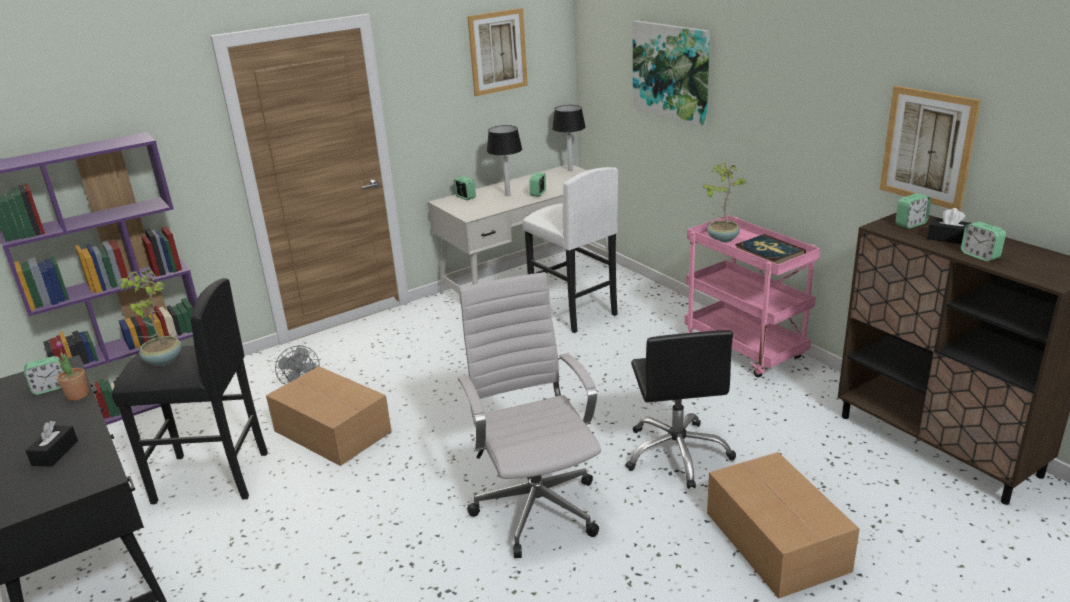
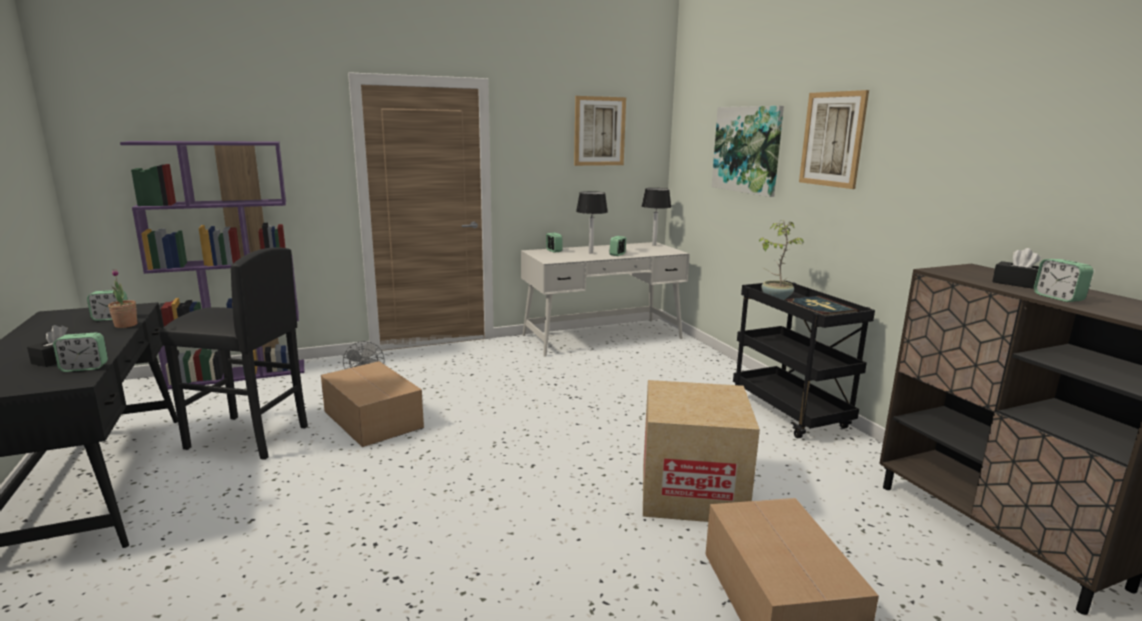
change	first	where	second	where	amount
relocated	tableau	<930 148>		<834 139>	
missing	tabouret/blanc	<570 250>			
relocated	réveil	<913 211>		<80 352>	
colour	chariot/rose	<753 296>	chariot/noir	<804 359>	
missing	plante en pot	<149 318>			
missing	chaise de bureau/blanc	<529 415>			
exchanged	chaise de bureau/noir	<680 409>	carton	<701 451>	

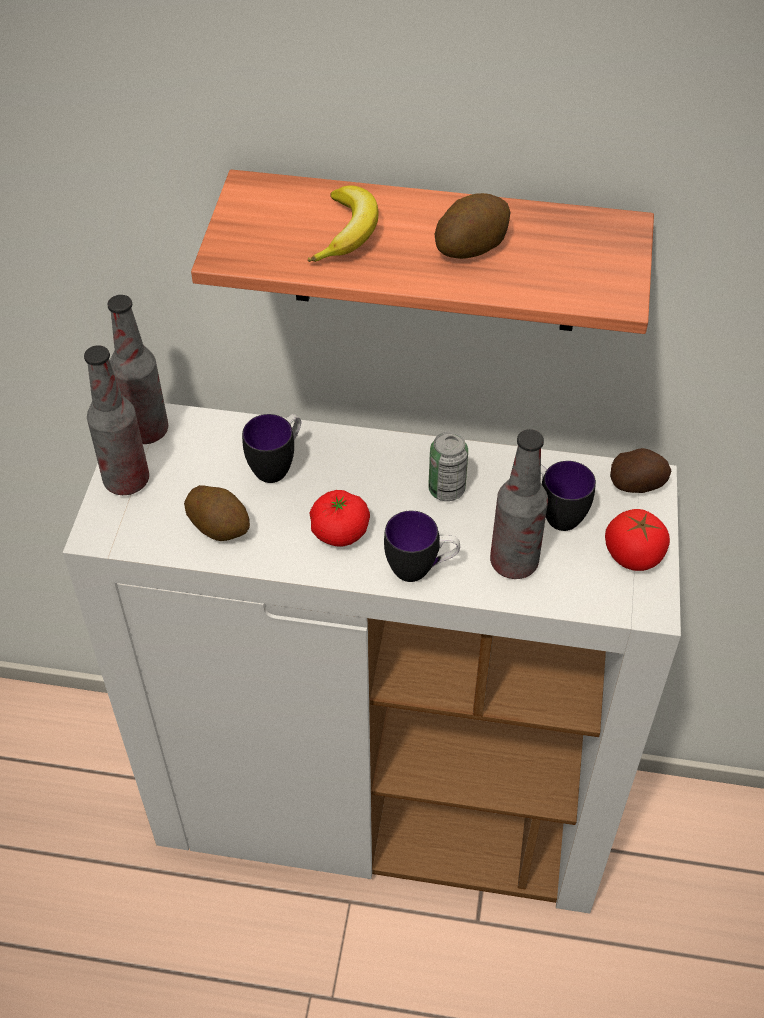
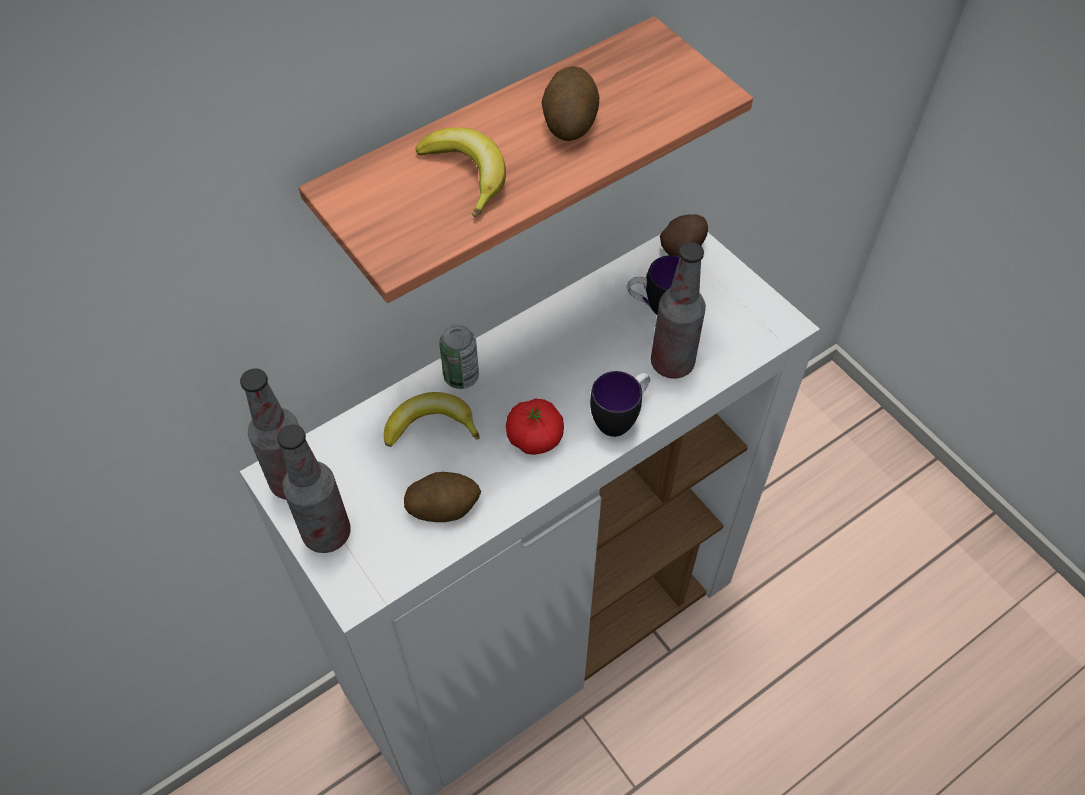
change	first	where	second	where	amount
exchanged	mug	<271 448>	banane	<432 419>	
relocated	boîte métallique	<448 466>		<459 357>	
missing	tomate	<637 540>			

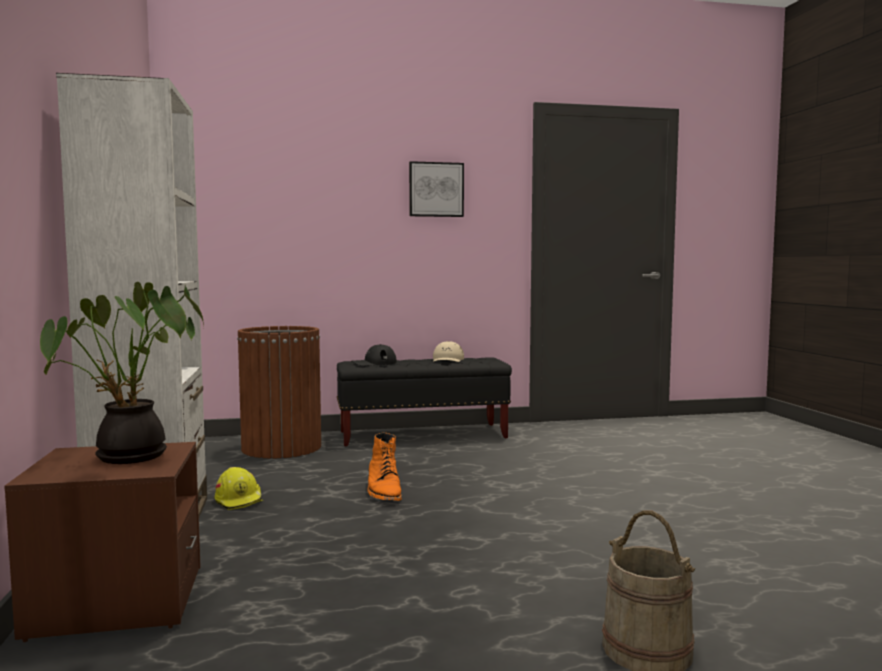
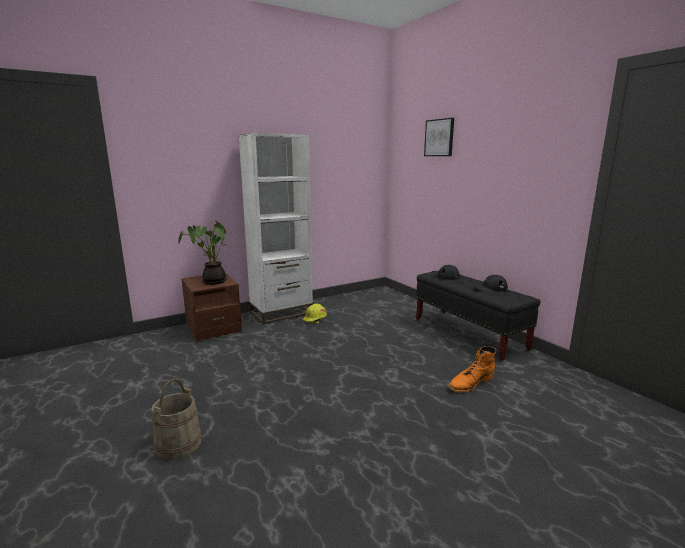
change	first	where	second	where	amount
relocated	tableau	<436 189>		<439 137>	
missing	poubelle/marron	<279 392>			
colour	casquette/beige	<448 351>	casquette/noir	<491 283>	
relocated	botte/orange	<384 467>		<472 369>	

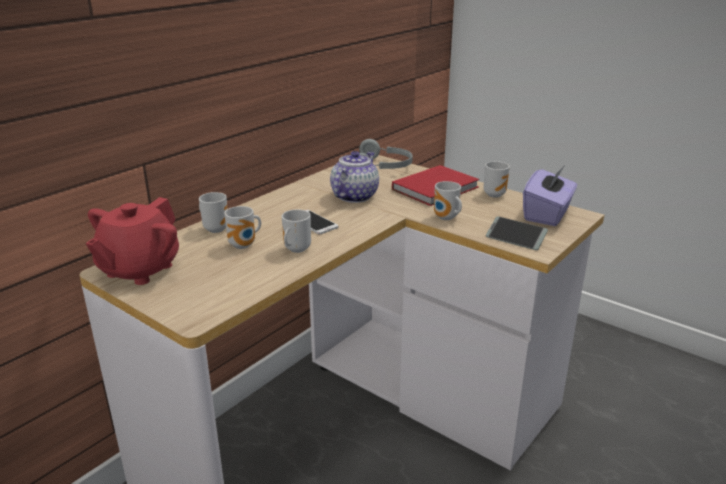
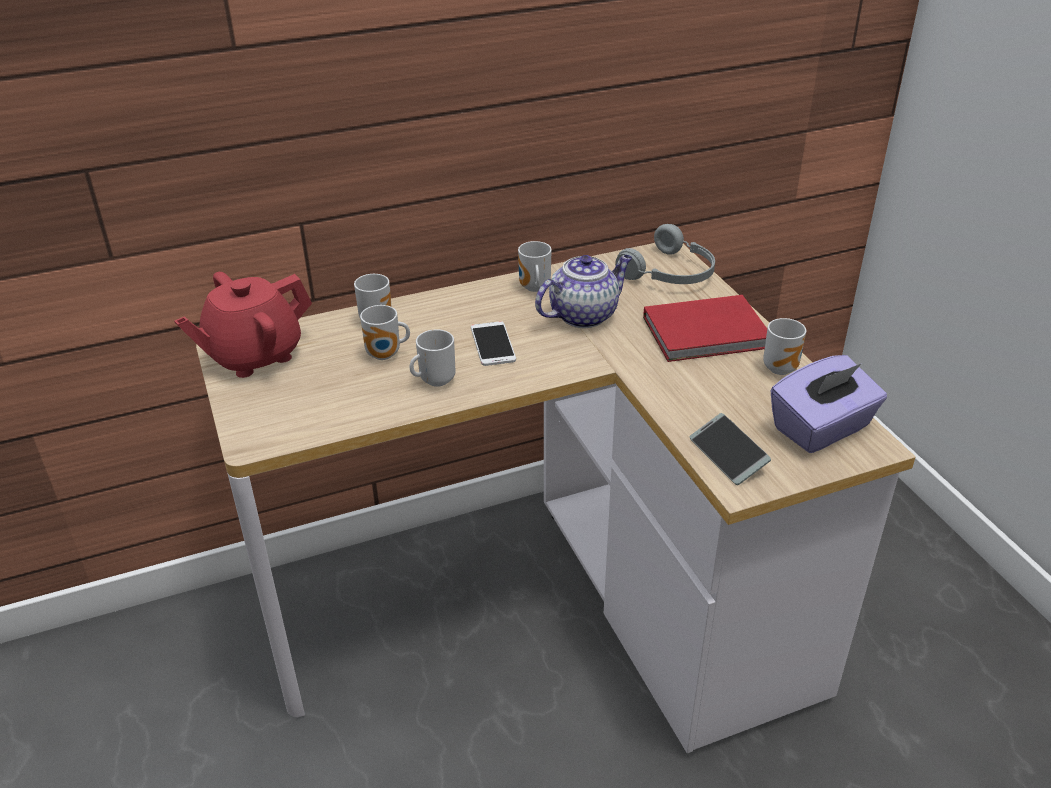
change	first	where	second	where	amount
relocated	mug	<448 200>		<535 266>	

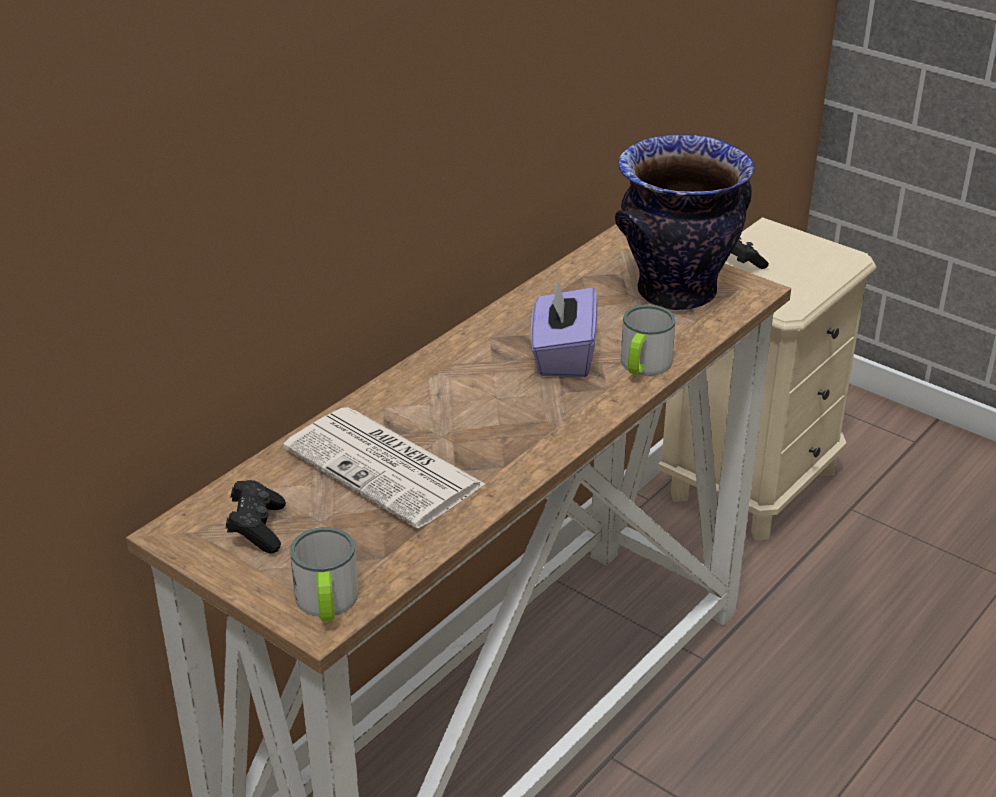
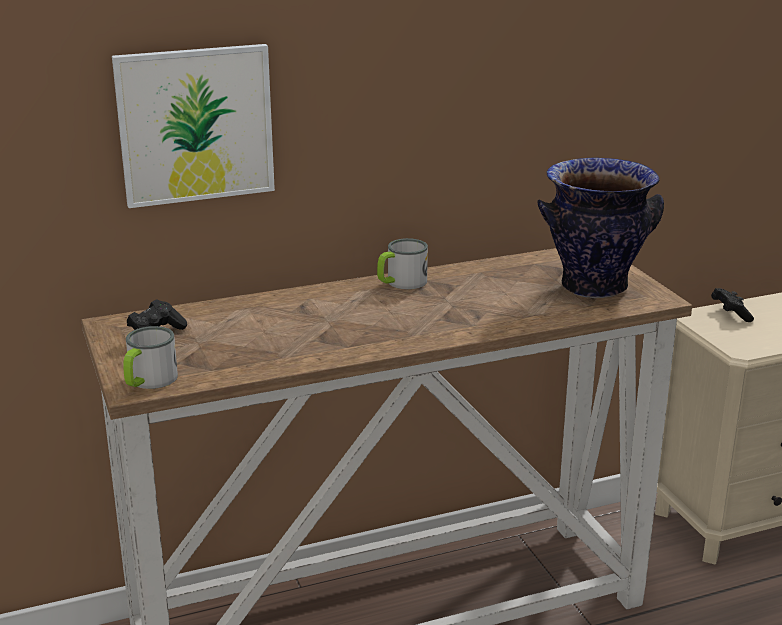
change	first	where	second	where	amount
missing	boîte à mouchoirs/violet	<564 328>			
relocated	mug	<648 340>		<402 263>	
missing	journal	<384 467>			
appeared			tableau	<193 126>	

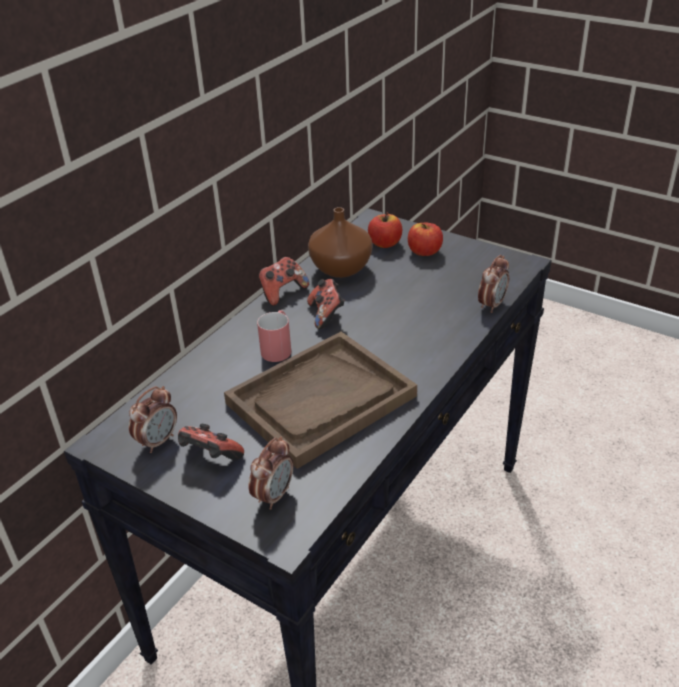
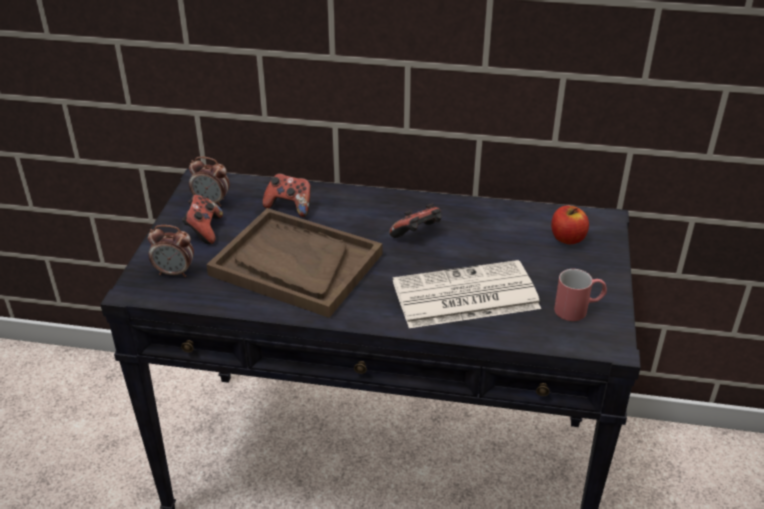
change	first	where	second	where	amount
missing	vase/marron	<340 242>			
missing	pomme	<425 239>			
missing	réveil	<493 284>			
relocated	manette	<284 281>		<286 195>	
relocated	mug/rouge	<274 336>		<580 295>	
appeared			journal	<467 294>	

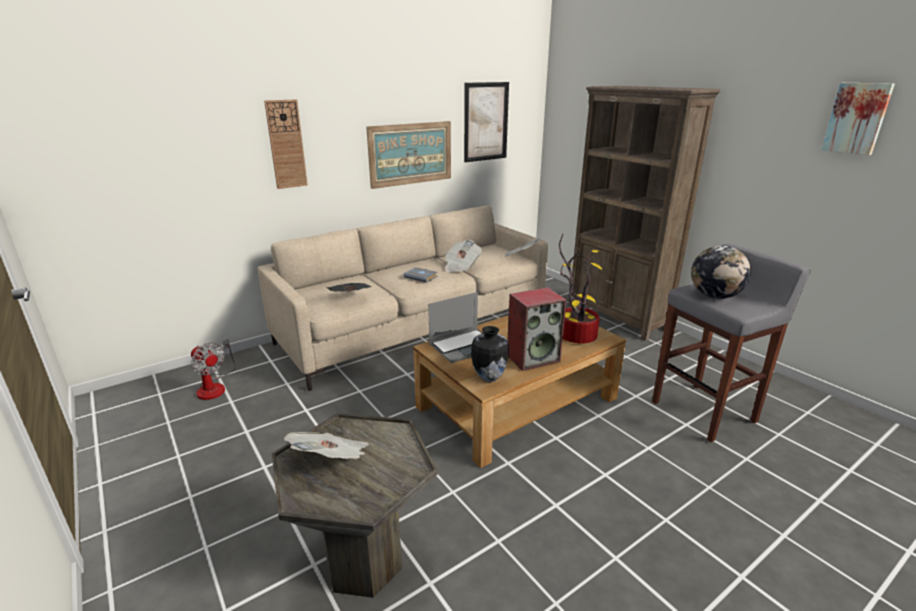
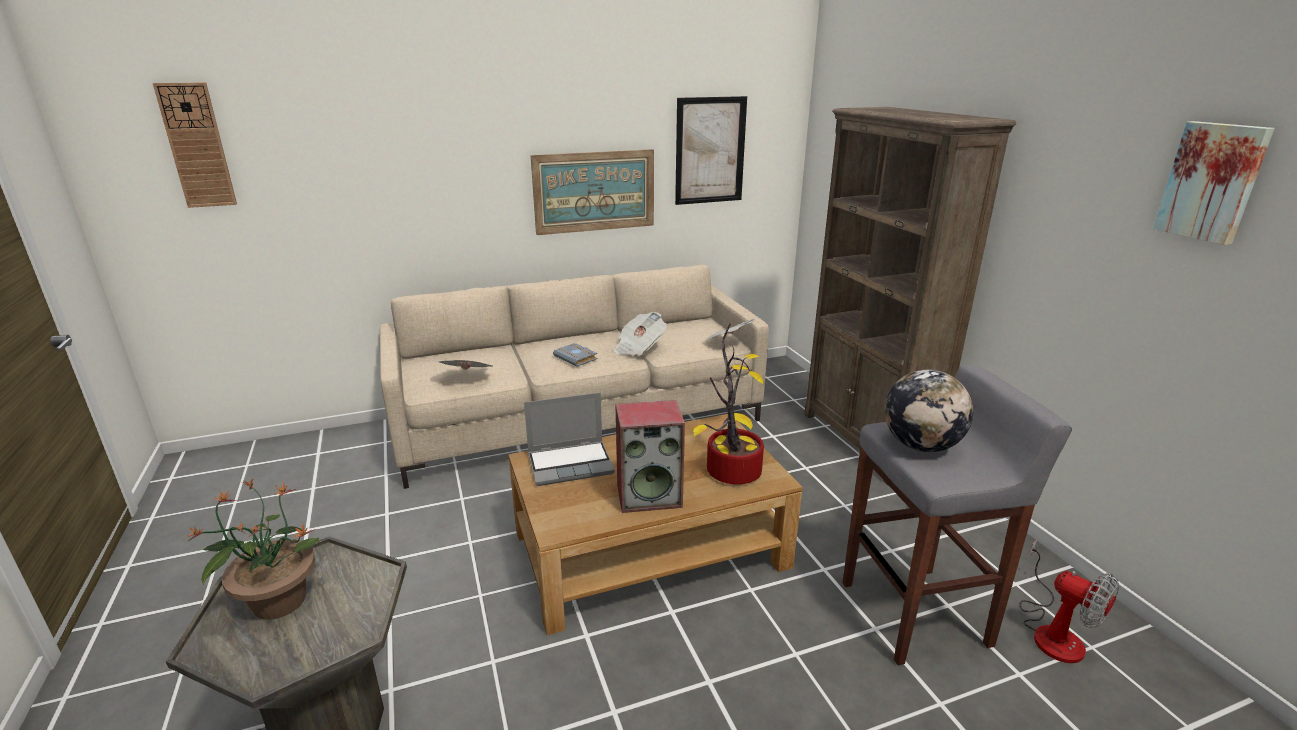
change	first	where	second	where	amount
relocated	horloge murale	<286 144>		<195 145>	
missing	vase	<490 354>			
relocated	ventilateur	<213 369>		<1069 601>	
exchanged	journal	<326 445>	plante en pot	<252 549>	

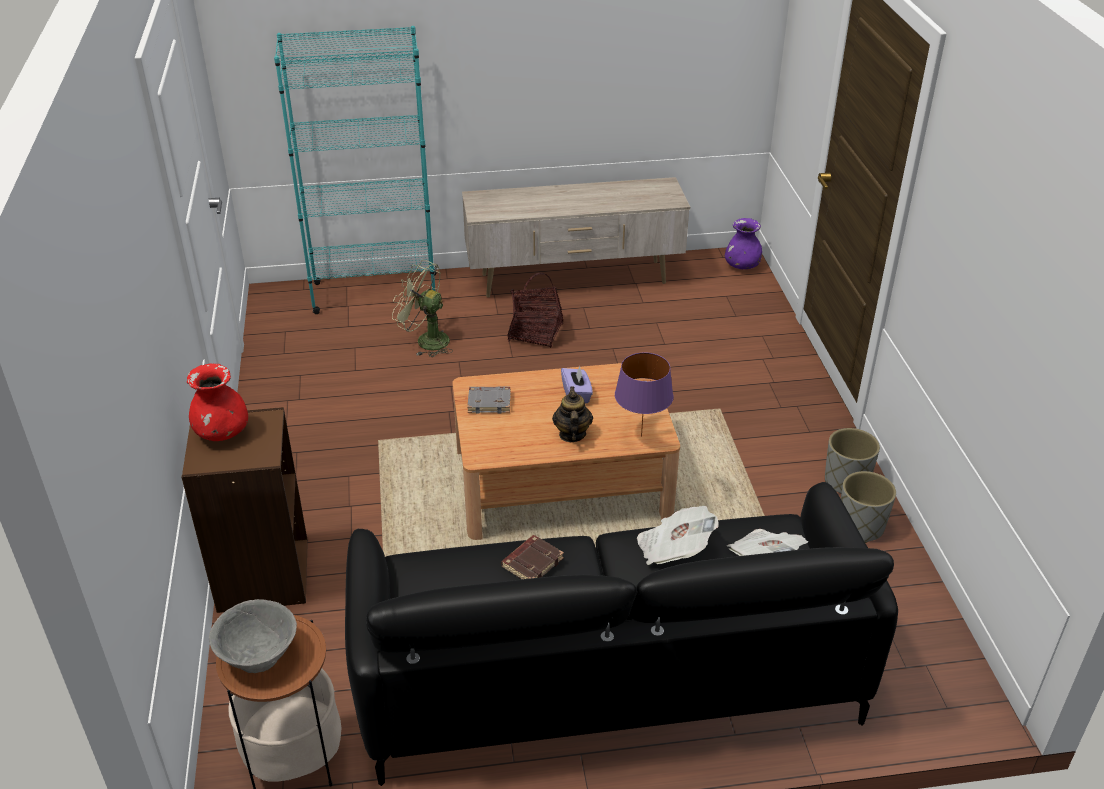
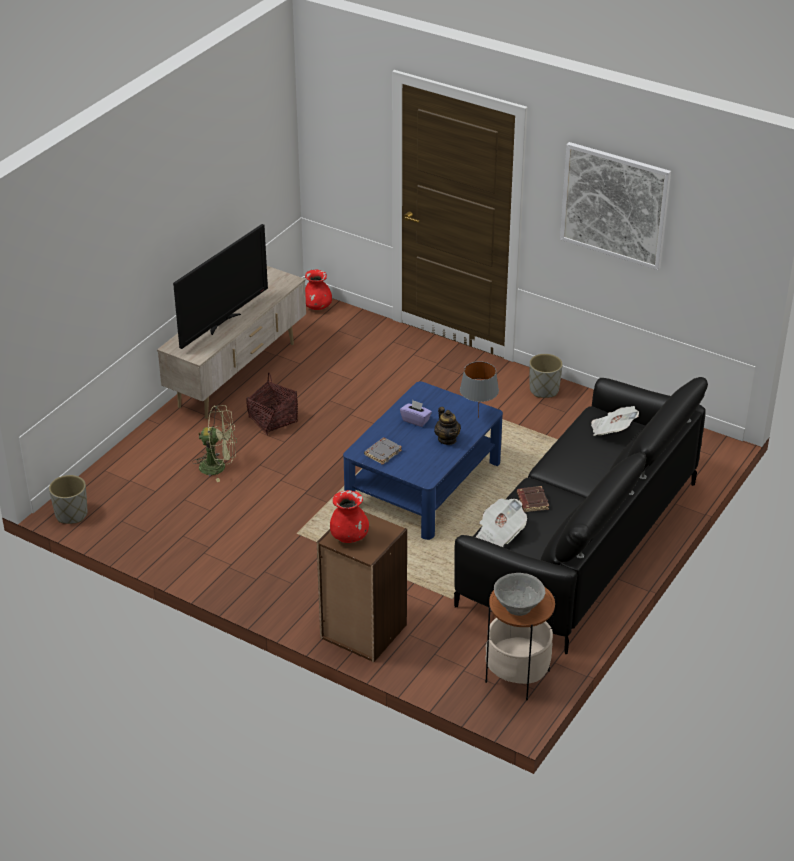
change	first	where	second	where	amount
missing	bibliothèque/turquoise	<355 170>			
colour	vase/violet	<743 243>	vase/rouge	<318 289>	
spun	ventilateur/vert	<422 308>		<214 443>	150 degrees counterclockwise
colour	lampe de table/violet	<644 394>	lampe de table/gris	<479 389>	
colour	table basse/marron	<566 451>	table basse/bleu	<423 461>	
spun	théière	<572 414>		<447 426>	150 degrees counterclockwise
relocated	cache-pot/gris	<868 507>		<68 499>	
relocated	journal	<678 535>		<501 522>	
appeared			tableau	<615 206>	
appeared			téléviseur	<220 286>	

